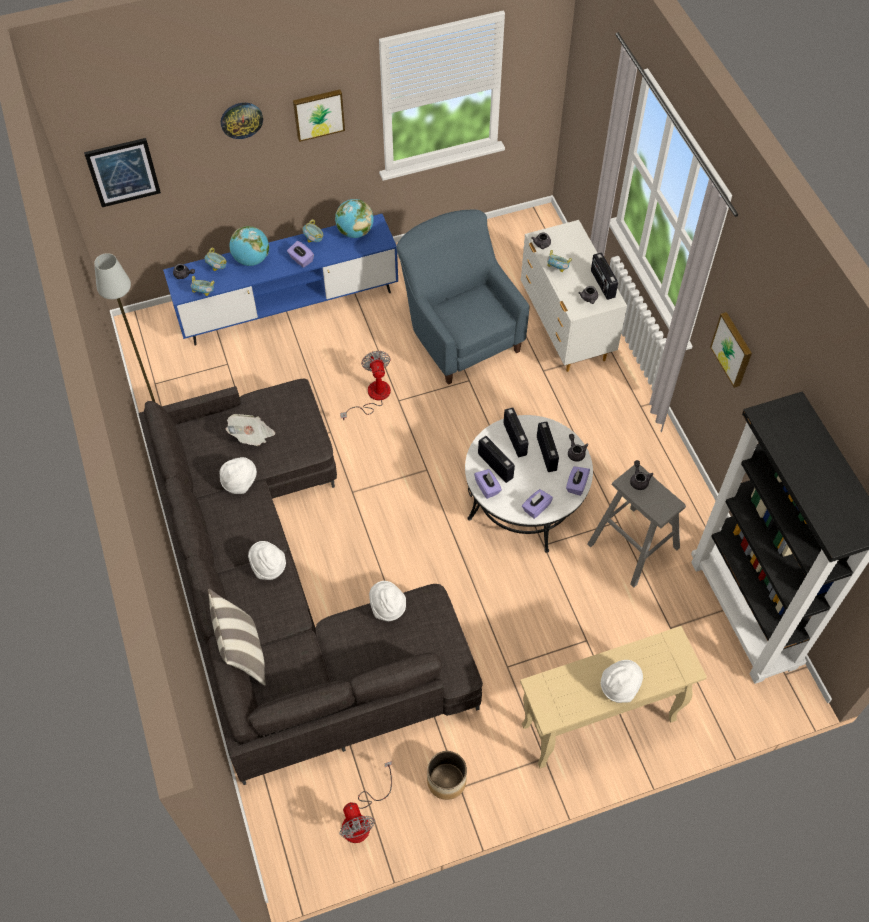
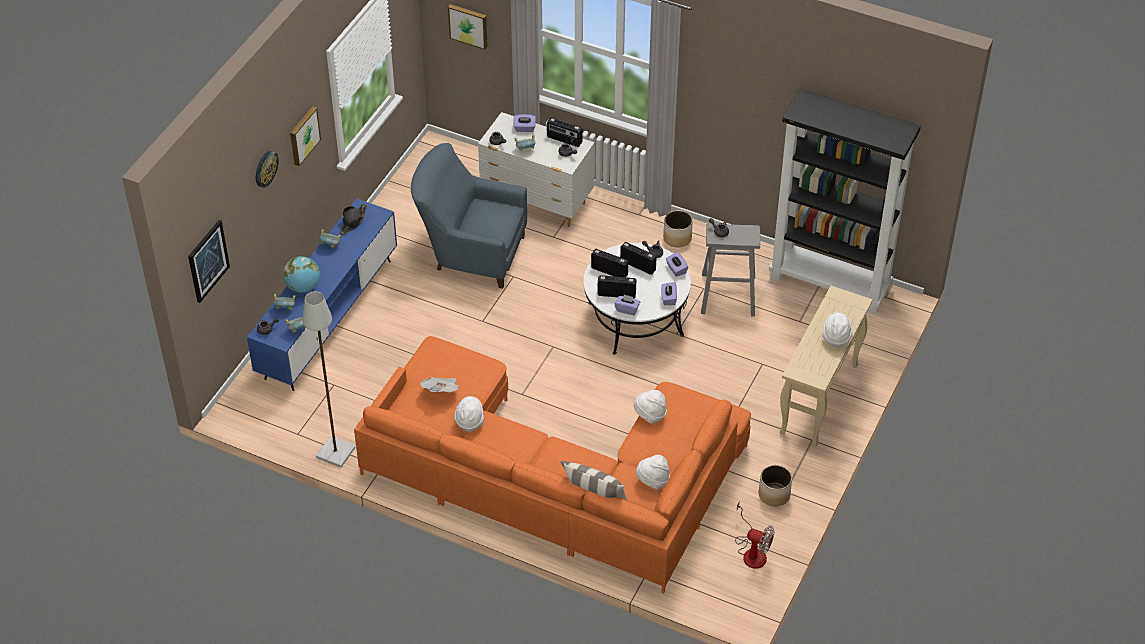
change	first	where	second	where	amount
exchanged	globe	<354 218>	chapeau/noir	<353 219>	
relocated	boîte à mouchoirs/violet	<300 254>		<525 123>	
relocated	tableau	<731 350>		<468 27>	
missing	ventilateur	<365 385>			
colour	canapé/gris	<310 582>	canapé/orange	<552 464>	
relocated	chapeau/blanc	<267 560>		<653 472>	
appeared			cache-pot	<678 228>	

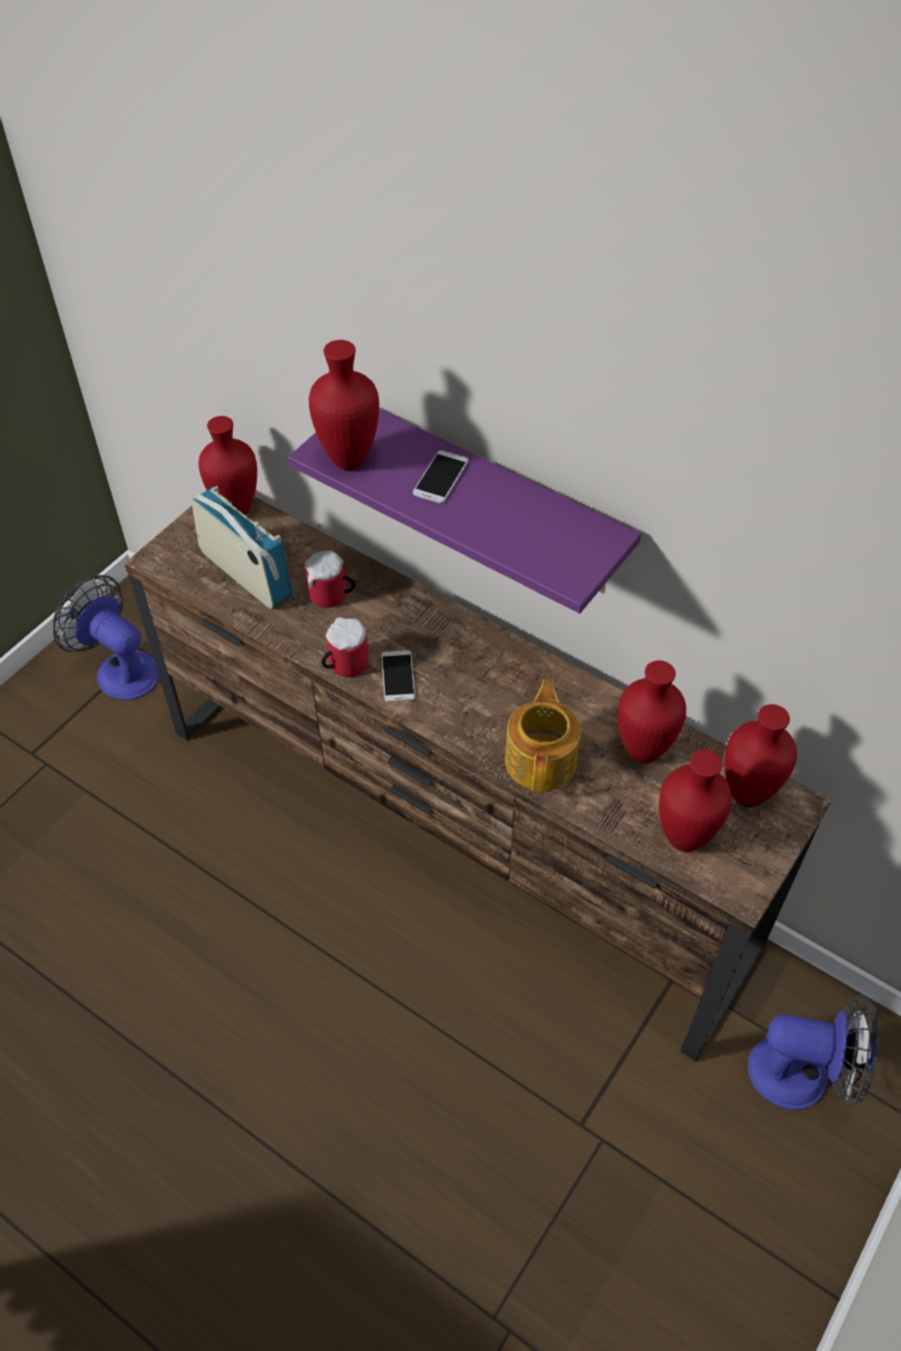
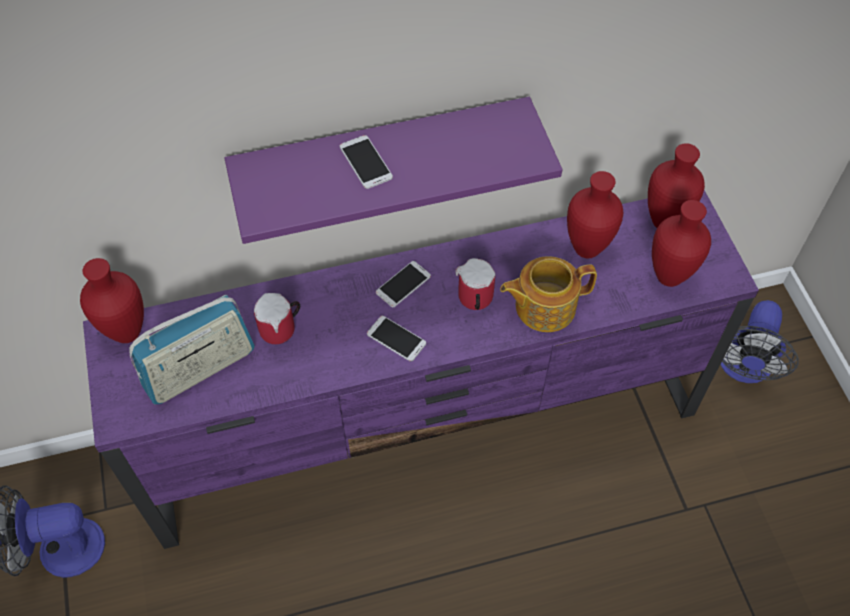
change	first	where	second	where	amount
missing	vase/rouge	<344 405>			
spun	radio	<242 547>		<192 349>	150 degrees clockwise
colour	meuble télé/marron	<477 779>	meuble télé/violet	<421 369>	
relocated	mug	<345 647>		<475 284>	
spun	théière	<543 736>		<548 294>	60 degrees counterclockwise
spun	ventilateur	<813 1052>		<759 341>	150 degrees clockwise
appeared			téléphone	<403 284>	

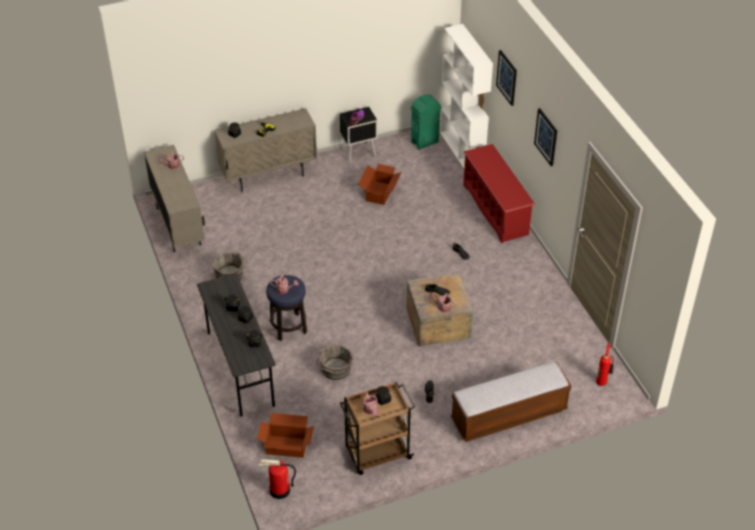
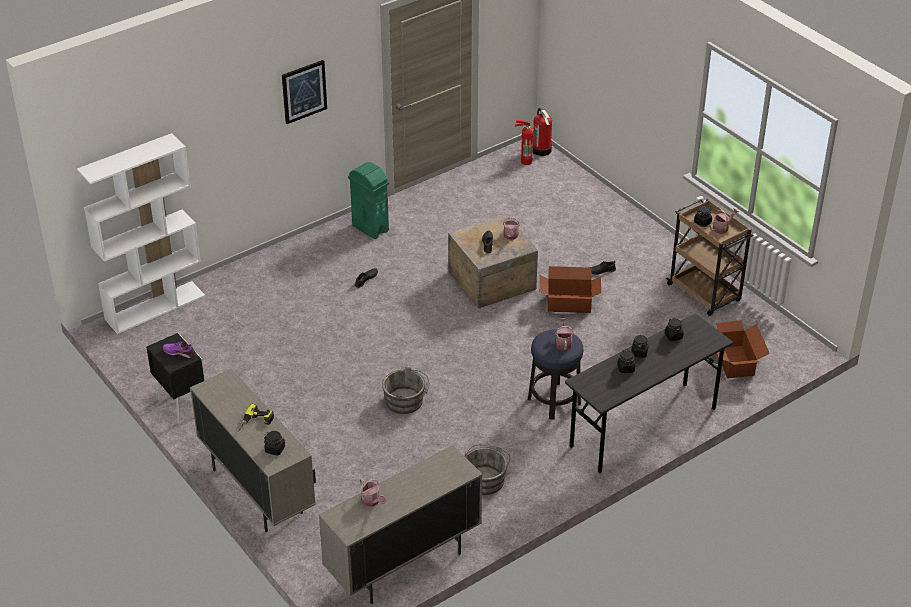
change	first	where	second	where	amount
missing	tableau	<506 78>			
relocated	poubelle/vert	<426 122>		<368 200>	
missing	étagère à chaussures/rouge	<499 193>			
relocated	carton	<380 184>		<570 289>	
relocated	seau/gris	<335 362>		<406 390>	
missing	banc	<511 402>			
relocated	extincteur	<277 479>		<542 132>	

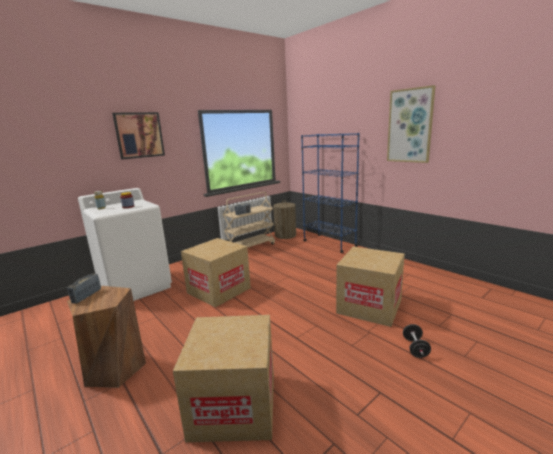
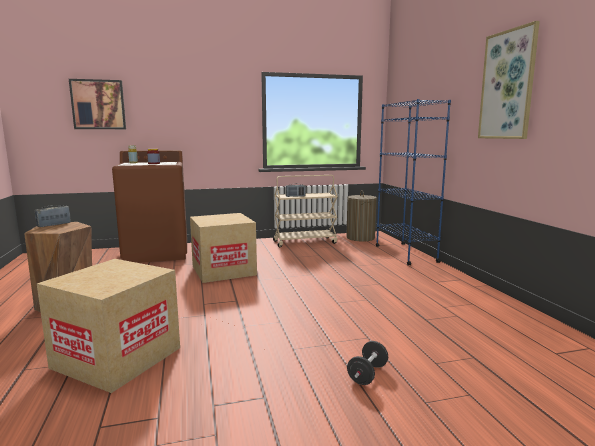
change	first	where	second	where	amount
relocated	tableau	<138 135>		<97 104>	
colour	lave-linge/blanc	<125 244>	lave-linge/marron	<149 206>	
missing	carton	<370 287>			

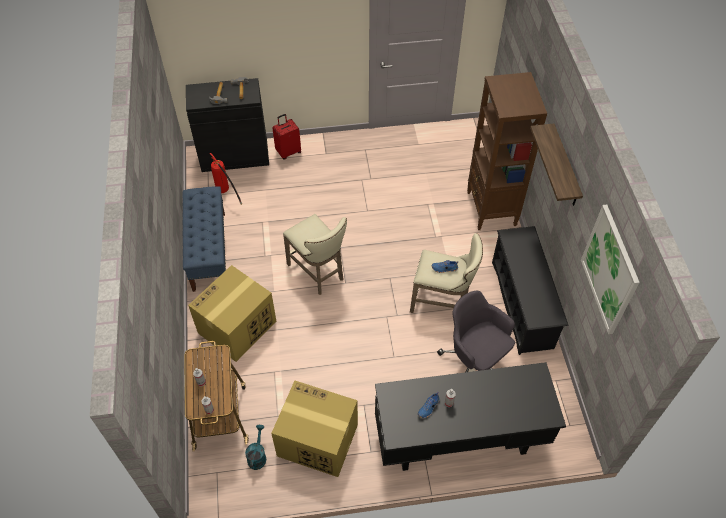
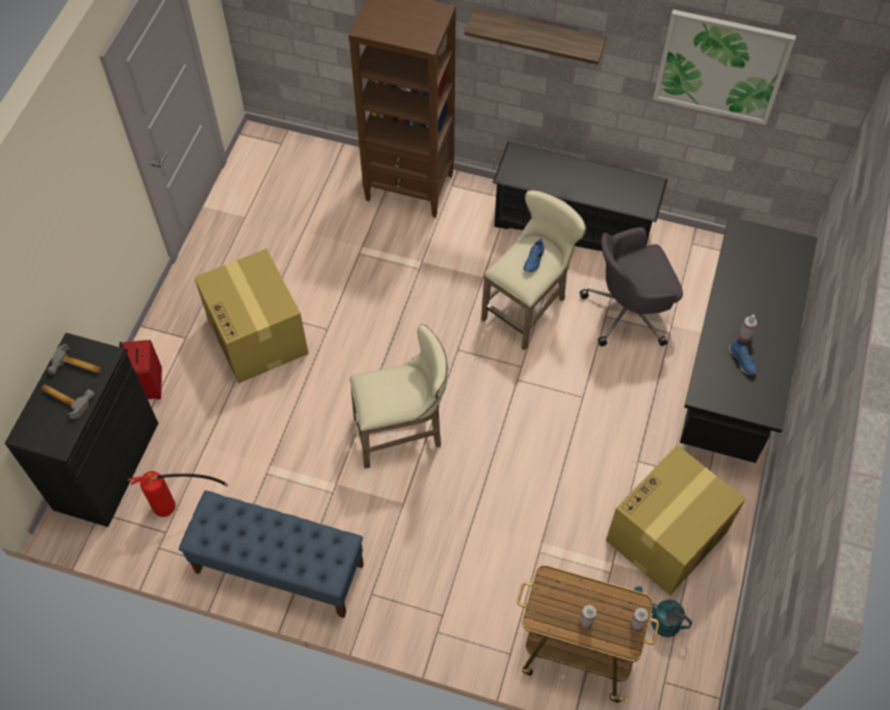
change	first	where	second	where	amount
relocated	carton	<232 313>		<251 316>	

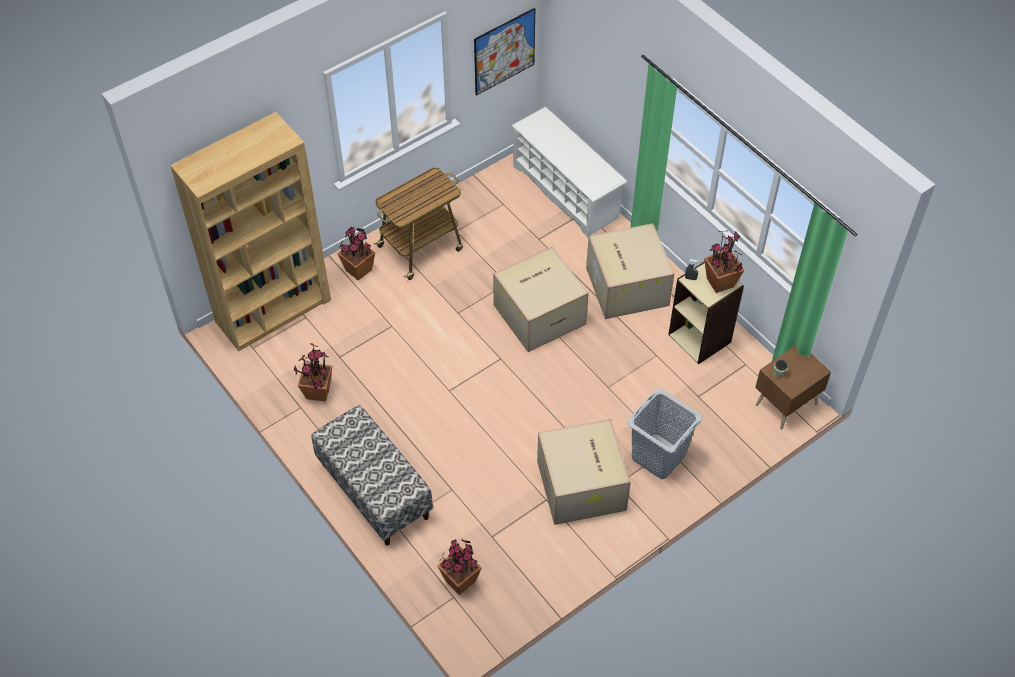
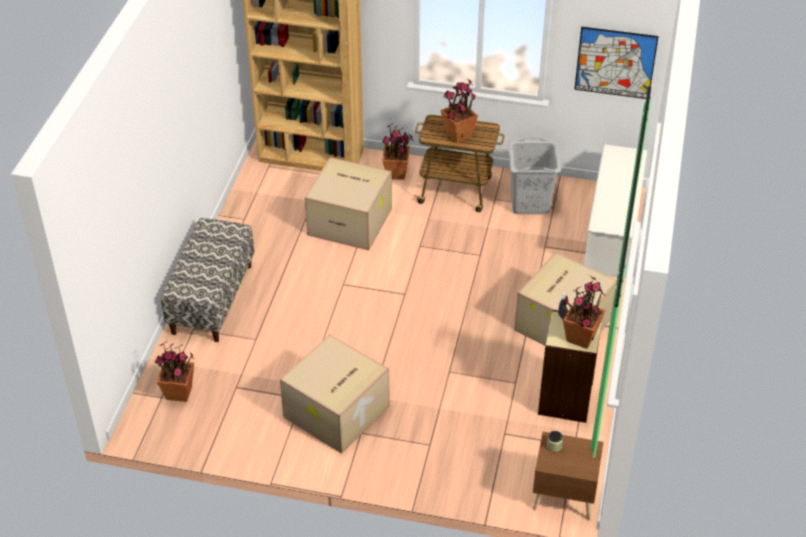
change	first	where	second	where	amount
relocated	carton	<541 299>		<348 203>	
relocated	plante en pot	<313 372>		<459 110>	
relocated	panier à linge/gris	<665 434>		<534 176>	

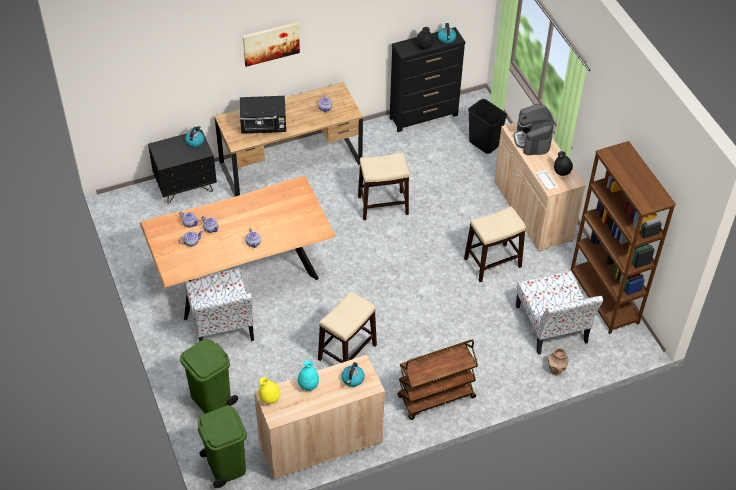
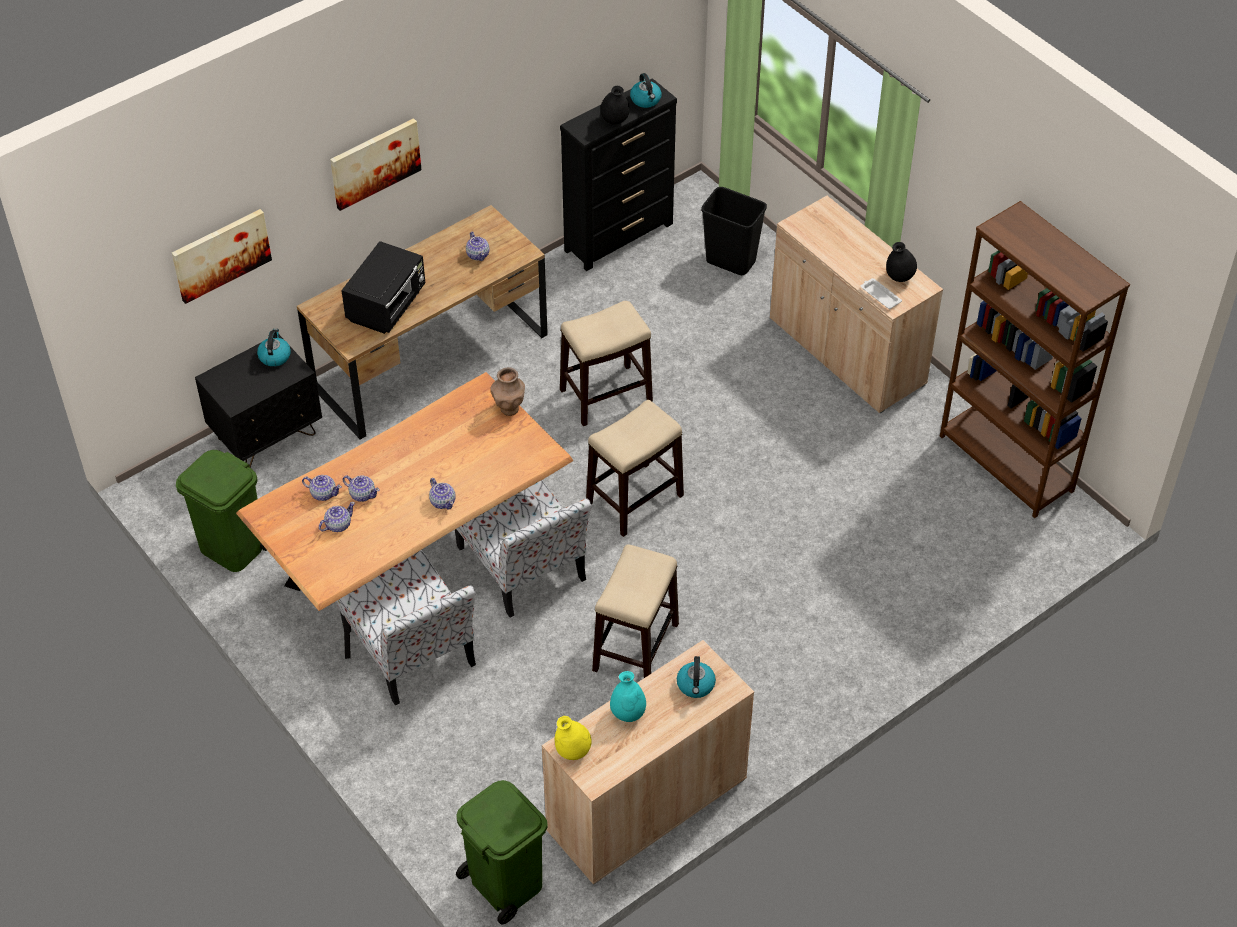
change	first	where	second	where	amount
spun	micro-ondes/noir	<263 115>		<383 287>	45 degrees counterclockwise
missing	machine à café	<534 130>			
relocated	tabouret	<495 244>		<635 468>	
relocated	chaise	<559 313>		<523 549>	
relocated	poubelle/vert	<209 376>		<221 511>	
missing	chariot/marron	<437 380>			
relocated	vase/marron	<558 361>		<508 391>	
appeared			tableau	<222 256>	

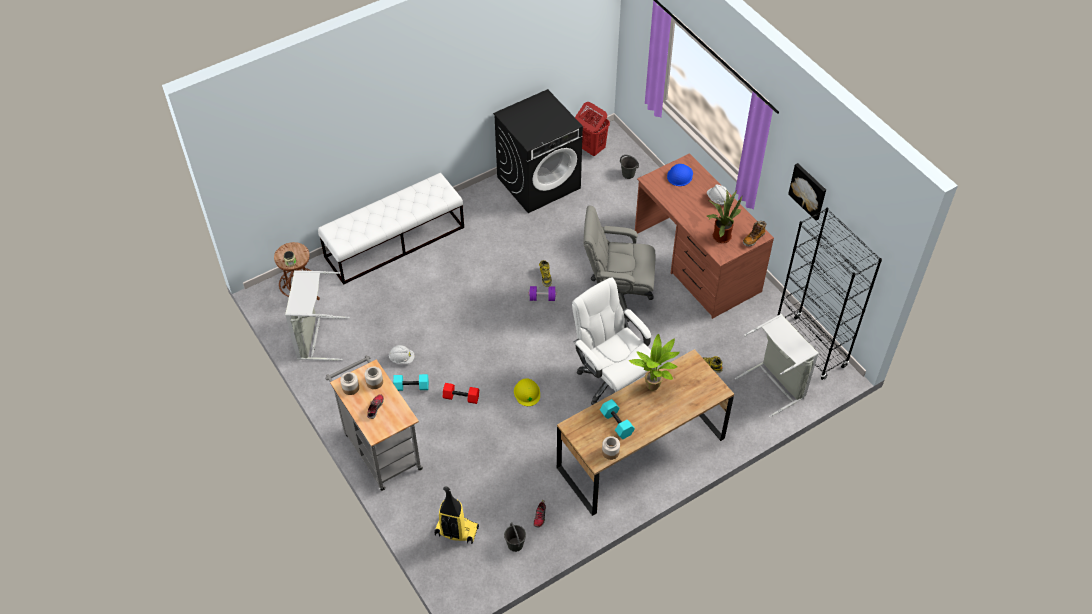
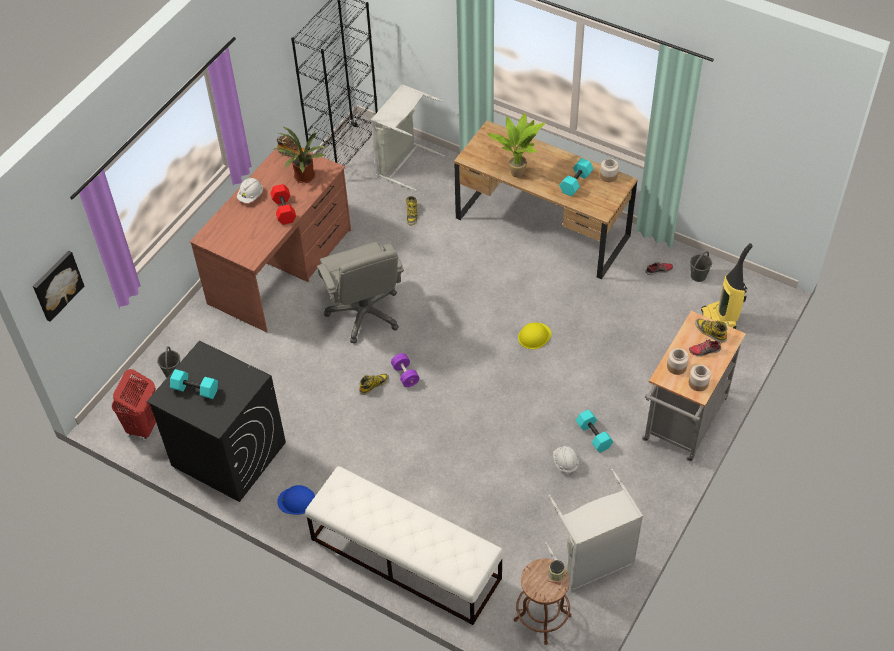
change	first	where	second	where	amount
relocated	tableau	<807 192>		<58 286>	
relocated	casque de chantier/bleu	<680 175>		<296 500>	
missing	chaise de bureau/blanc	<615 341>			
relocated	haltère/rouge	<461 393>		<283 204>	
appeared			botte	<711 330>	
appeared			haltère/turquoise	<194 384>	

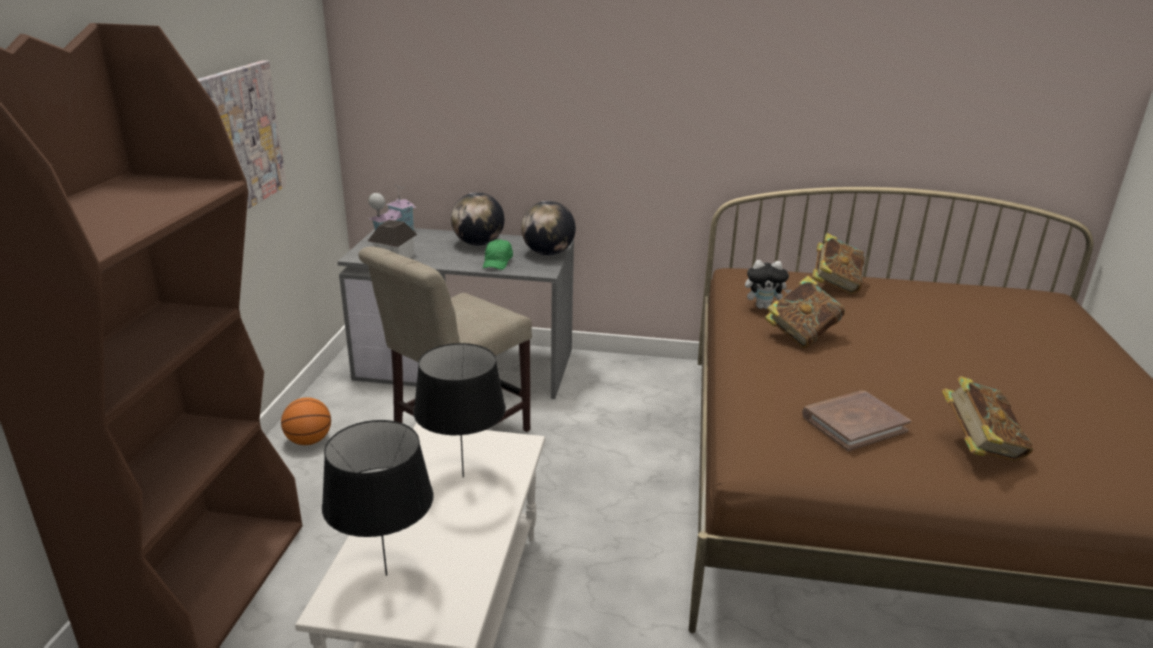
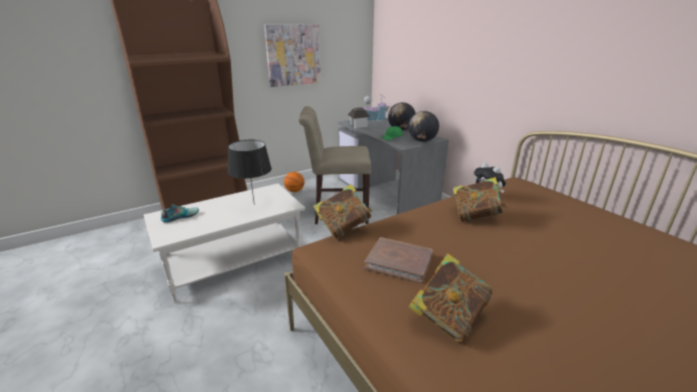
change	first	where	second	where	amount
relocated	livre	<838 263>		<342 211>	
exchanged	lampe de table/noir	<377 498>	chaussure	<180 213>	

